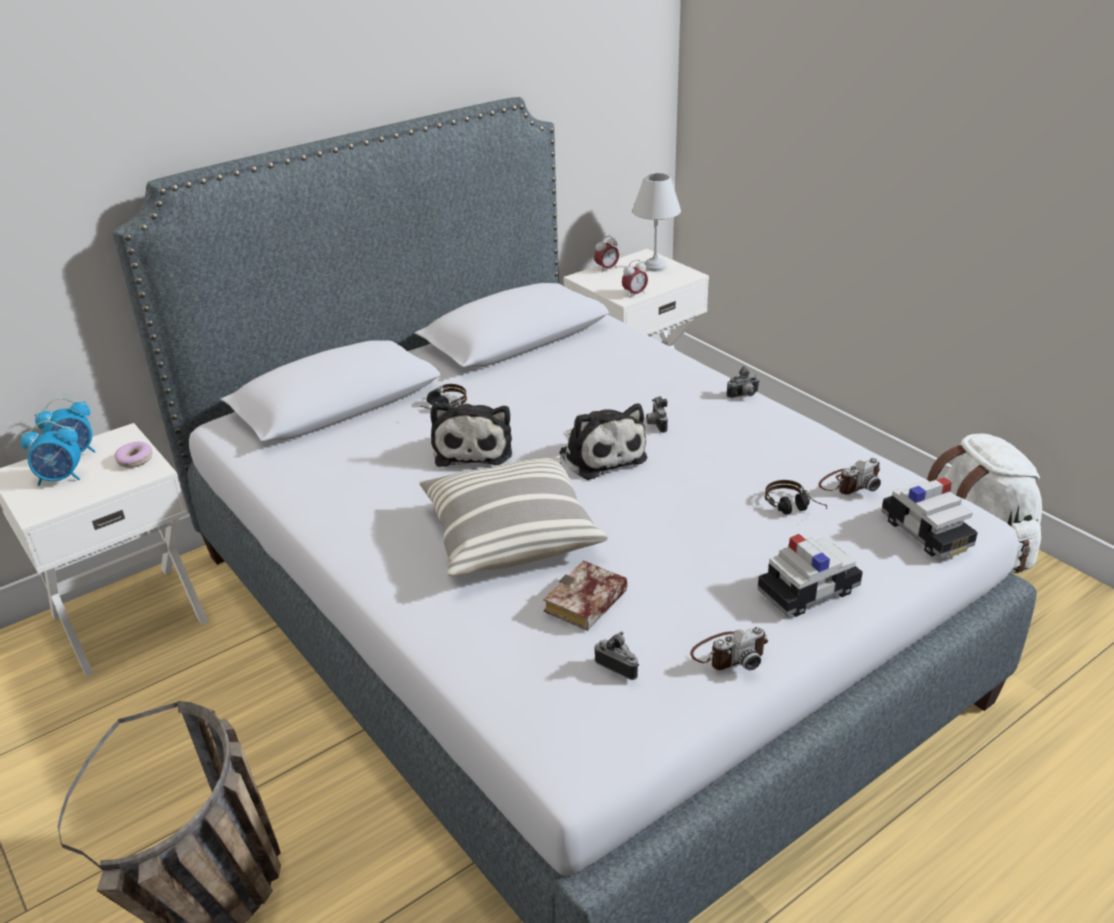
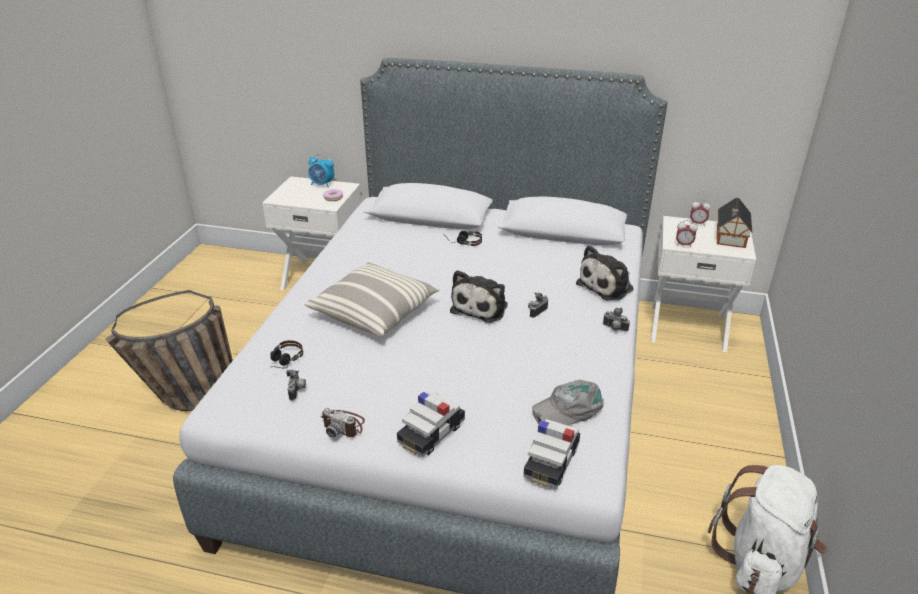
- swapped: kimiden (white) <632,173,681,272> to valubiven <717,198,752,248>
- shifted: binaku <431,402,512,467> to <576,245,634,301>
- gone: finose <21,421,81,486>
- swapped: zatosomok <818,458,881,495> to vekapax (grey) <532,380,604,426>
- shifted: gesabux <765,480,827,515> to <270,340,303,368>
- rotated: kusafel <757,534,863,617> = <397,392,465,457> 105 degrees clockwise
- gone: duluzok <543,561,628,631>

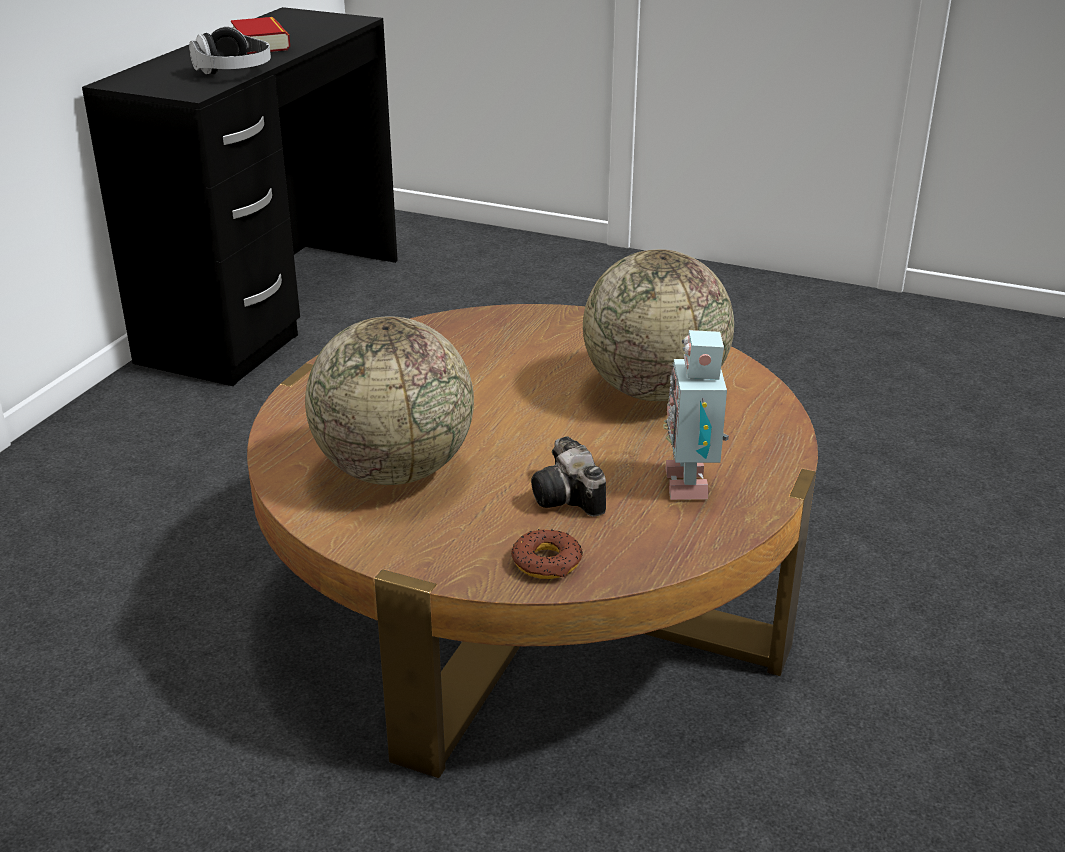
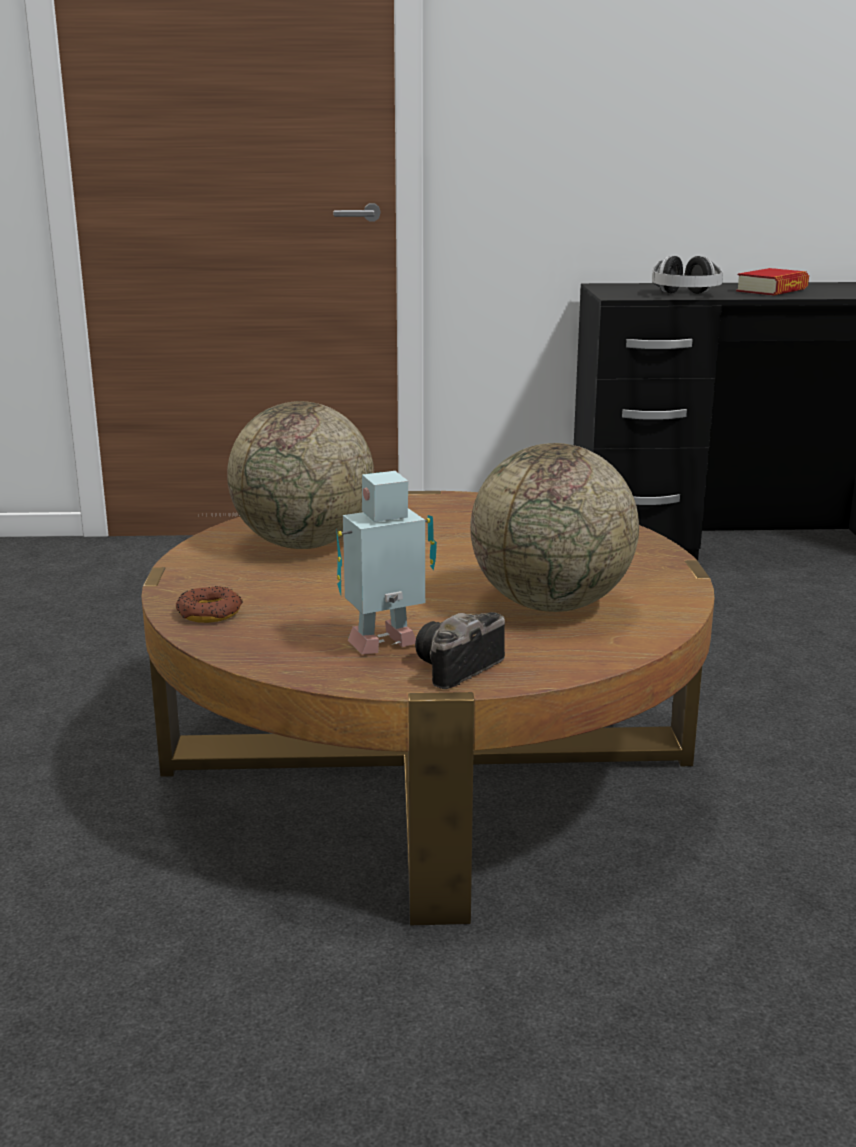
- shifted: zatosomok <531,436,606,517> to <415,612,505,689>

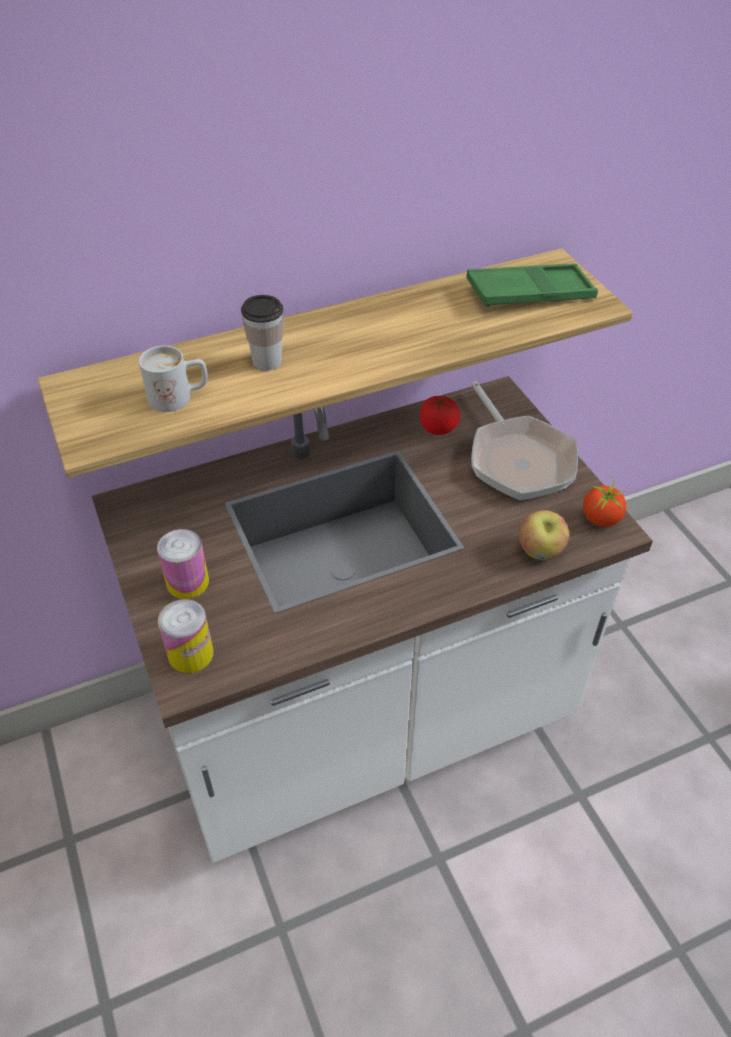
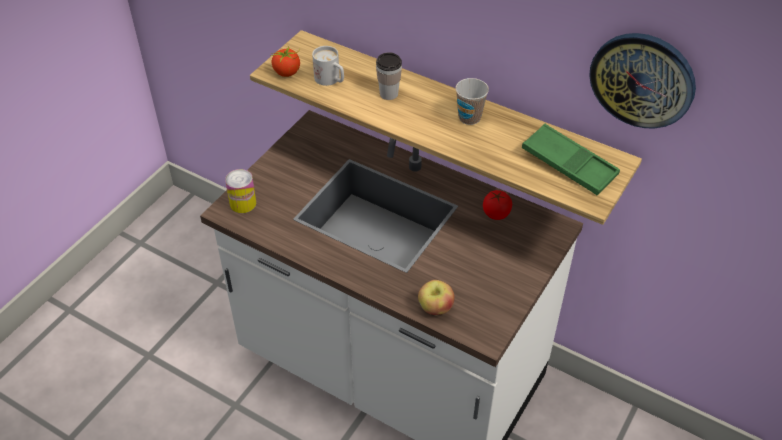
- gone: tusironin <471,382,578,500>
- shifted: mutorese <583,477,629,527> to <271,45,300,77>
- gone: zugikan <157,529,209,599>
- new: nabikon <589,33,696,128>
- new: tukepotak <455,78,489,125>

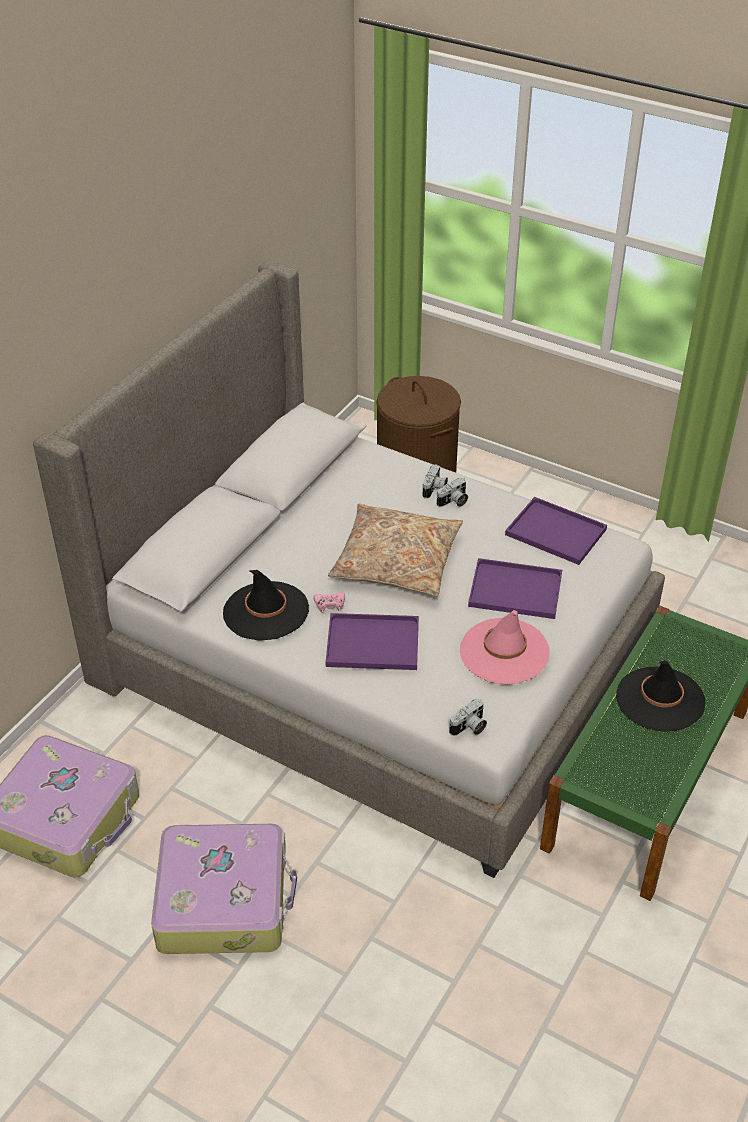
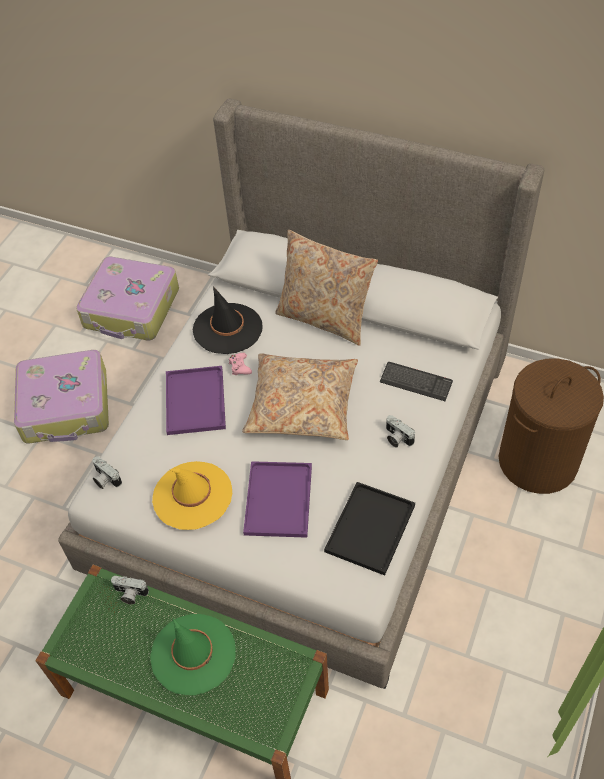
- shifted: zatosomok <423,464,448,499> to <111,576,149,604>
- repainted: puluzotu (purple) <505,497,607,565> to puluzotu (black) <324,482,415,576>
- repainted: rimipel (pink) <460,610,550,685> to rimipel (yellow) <152,461,232,530>
- repainted: rimipel (black) <616,660,705,732> to rimipel (green) <150,614,236,695>
- new: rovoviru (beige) <275,230,378,346>
- new: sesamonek <380,362,453,401>

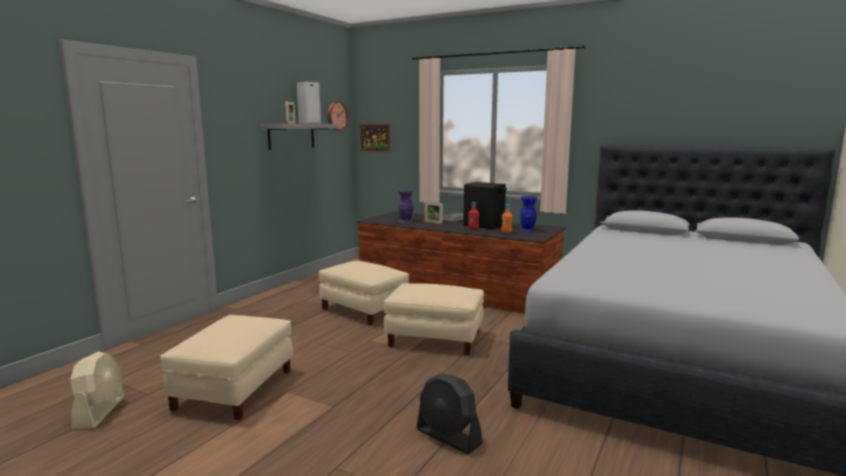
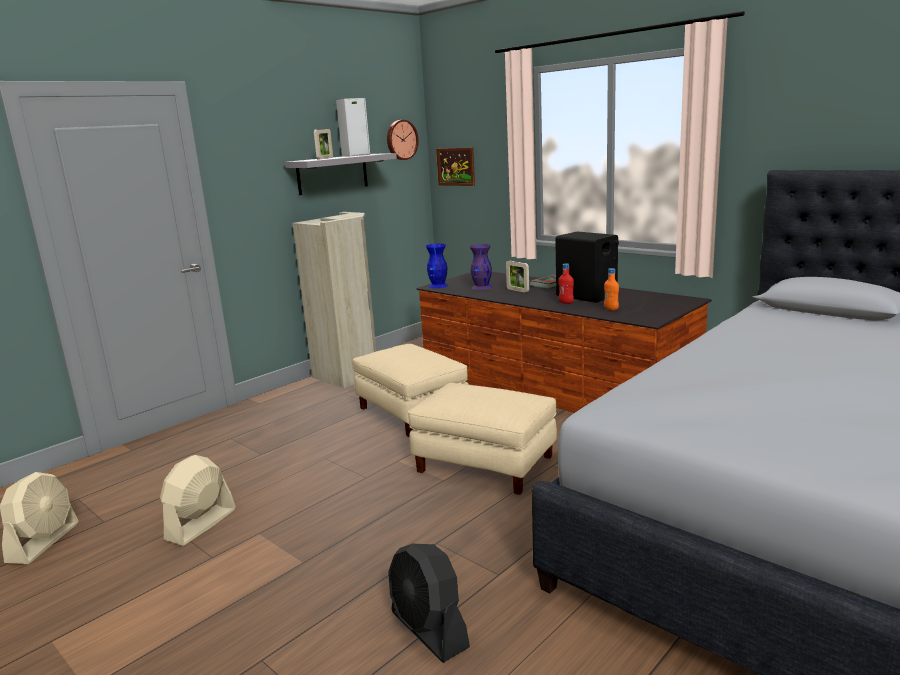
- shifted: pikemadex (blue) <520,196,537,232> to <426,244,448,288>
- swapped: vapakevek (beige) <160,315,293,420> to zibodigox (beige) <160,455,236,545>
- new: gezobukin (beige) <292,212,377,388>

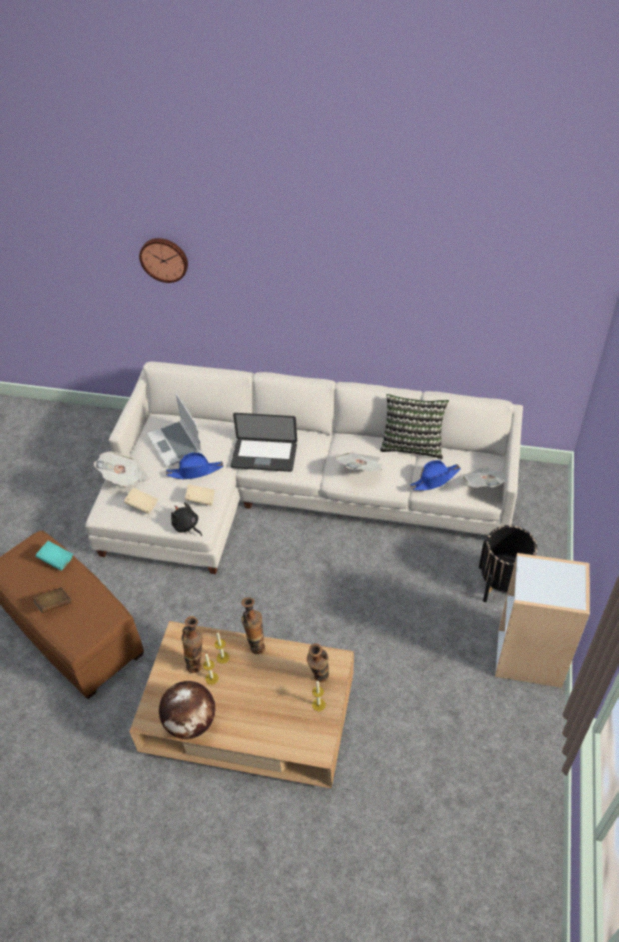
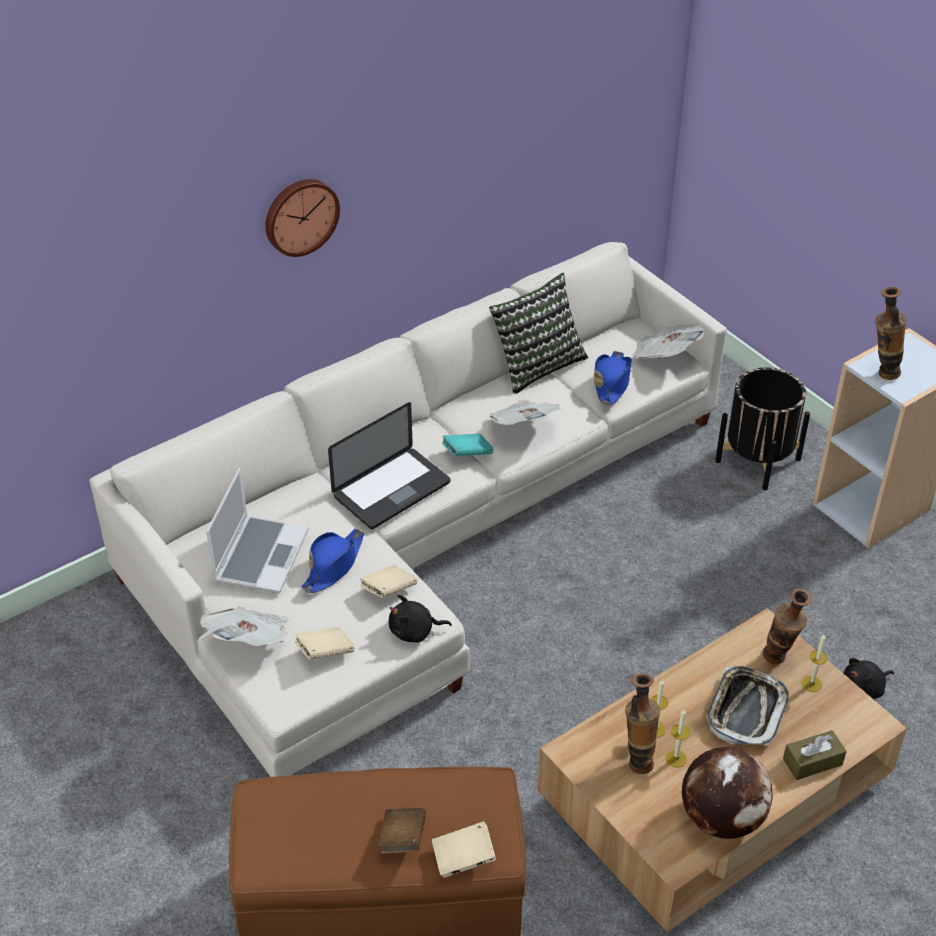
- shifted: nabikon <139,238,188,283> to <265,179,340,257>
- rotated: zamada <147,393,202,467> = <206,468,309,594> 90 degrees counterclockwise
- shifted: duluzok (turquoise) <35,541,73,571> to <442,434,493,456>
- shifted: pikemadex <241,597,265,654> to <875,287,907,380>
- new: binaku (black) <843,658,894,699>
- new: puluzotu <707,666,789,746>
- new: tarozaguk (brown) <783,730,847,780>
- new: duluzok (beige) <432,821,496,878>

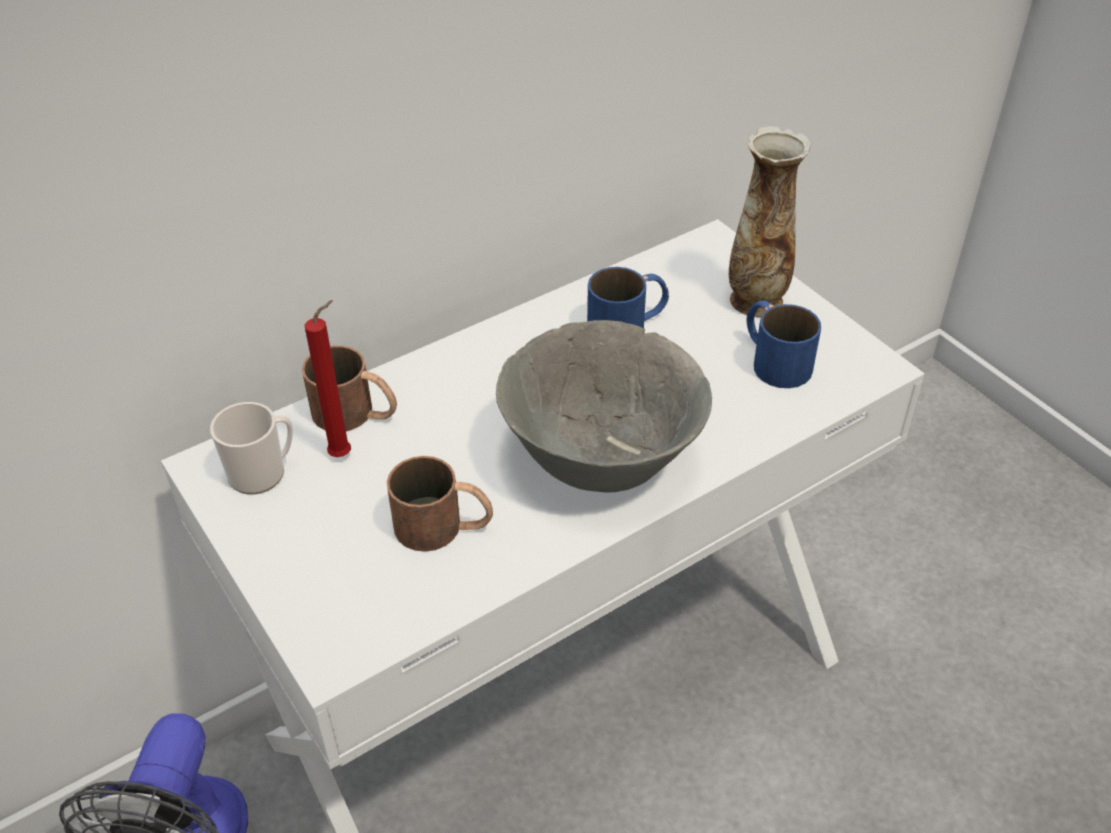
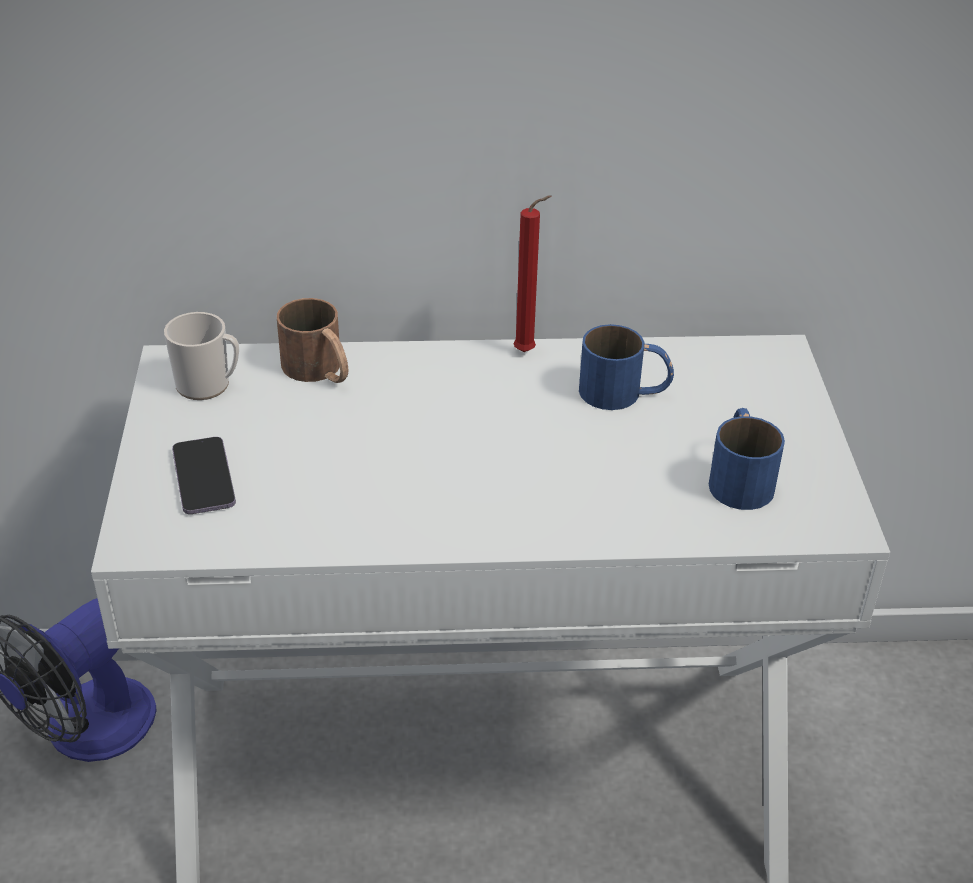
- gone: pikemadex <729,126,811,317>
- shifted: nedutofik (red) <305,300,351,457> to <514,195,551,352>
- gone: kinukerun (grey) <496,320,712,493>
- gone: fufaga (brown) <387,456,493,552>
- new: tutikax <172,437,236,514>

